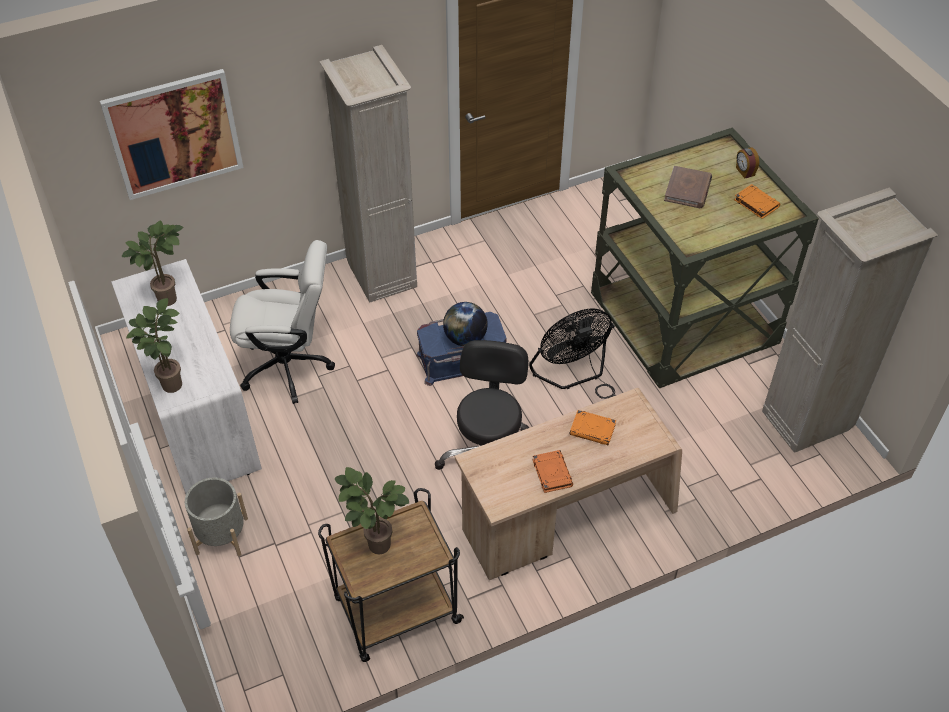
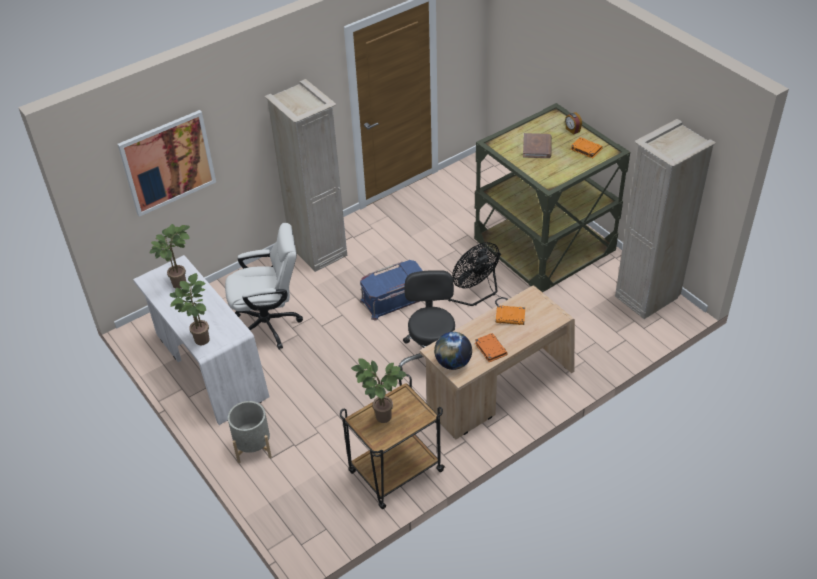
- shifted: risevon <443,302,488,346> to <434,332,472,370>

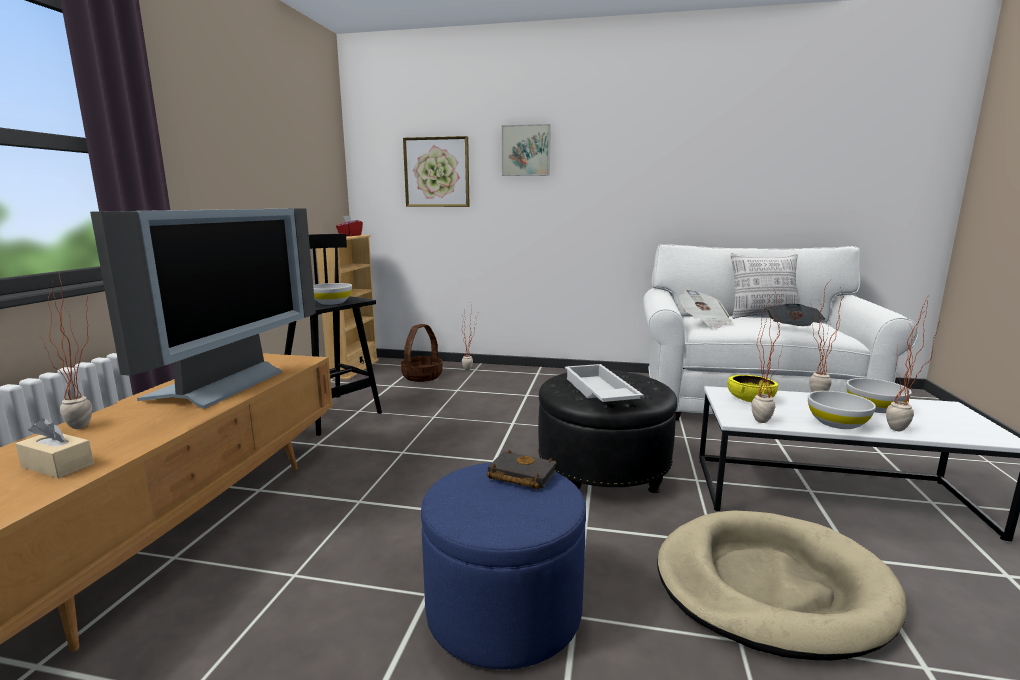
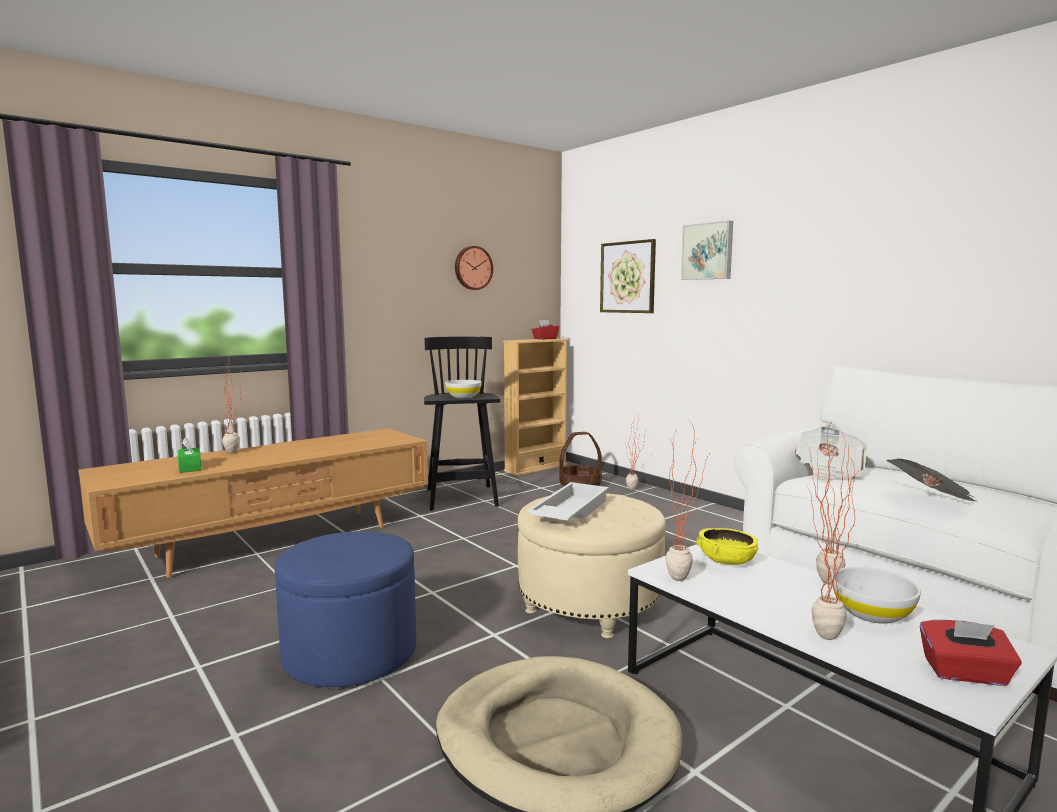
- gone: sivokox <90,208,316,409>
- gone: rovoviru <731,253,798,319>
- repainted: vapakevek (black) <538,370,677,493> to vapakevek (beige) <518,493,666,638>
- gone: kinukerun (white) <808,391,876,429>
- repainted: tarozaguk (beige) <16,418,94,479> to tarozaguk (green) <178,437,201,473>
- gone: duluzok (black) <487,450,557,490>
- new: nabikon <455,246,493,290>
- new: tarozaguk (red) <920,620,1022,686>

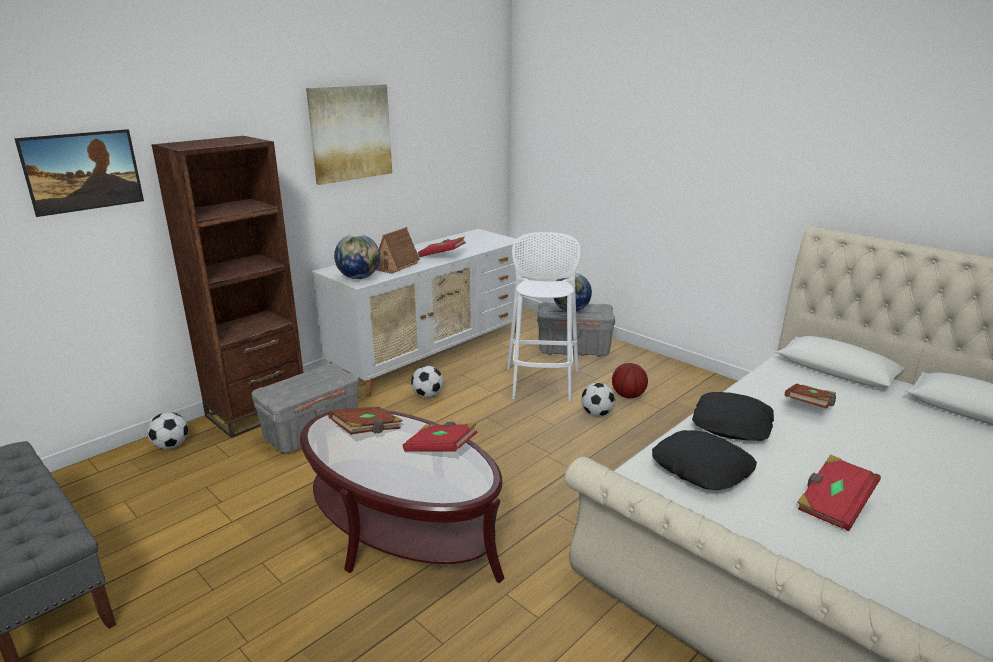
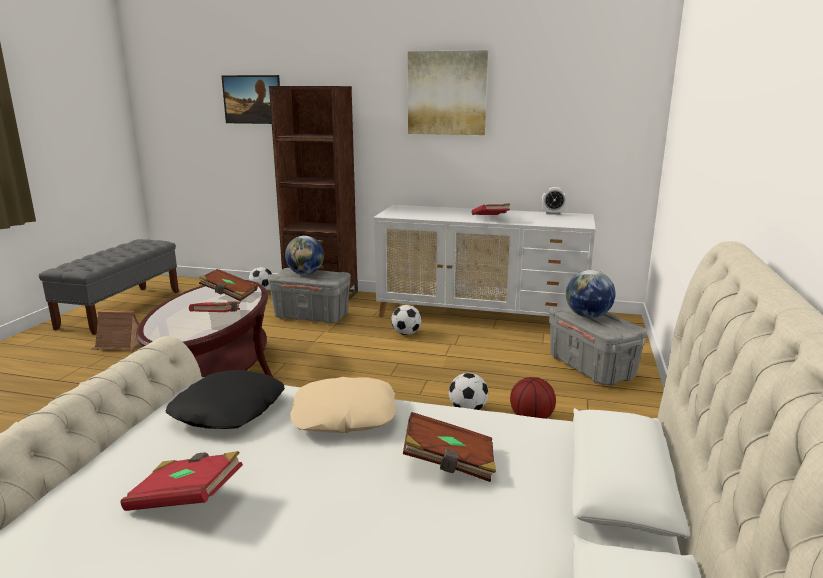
- shifted: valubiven <376,227,420,274> to <90,311,139,350>
- gone: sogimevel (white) <507,232,581,402>
- shifted: risevon <334,234,380,279> to <285,236,324,275>
- repainted: rovoviru (black) <692,392,774,441> to rovoviru (beige) <290,377,397,433>
- new: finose <542,187,567,215>

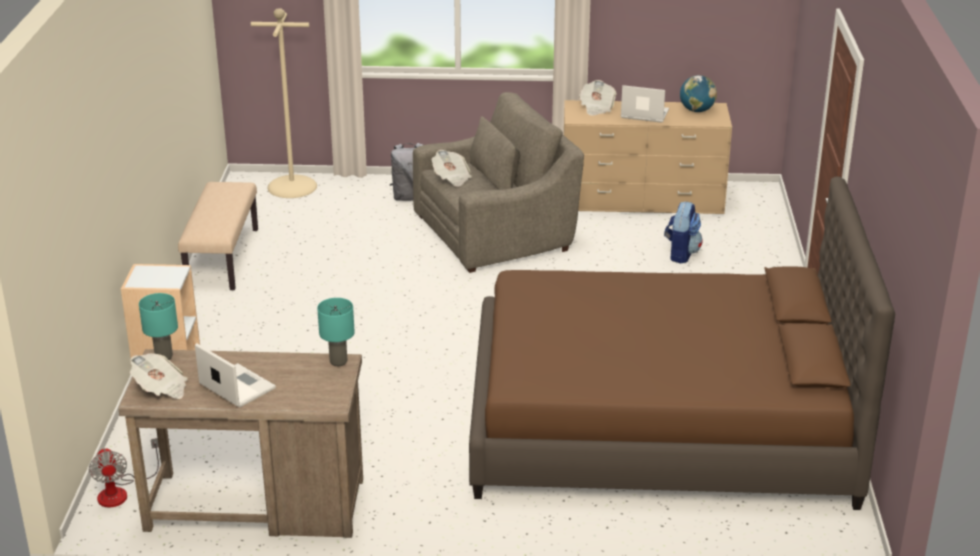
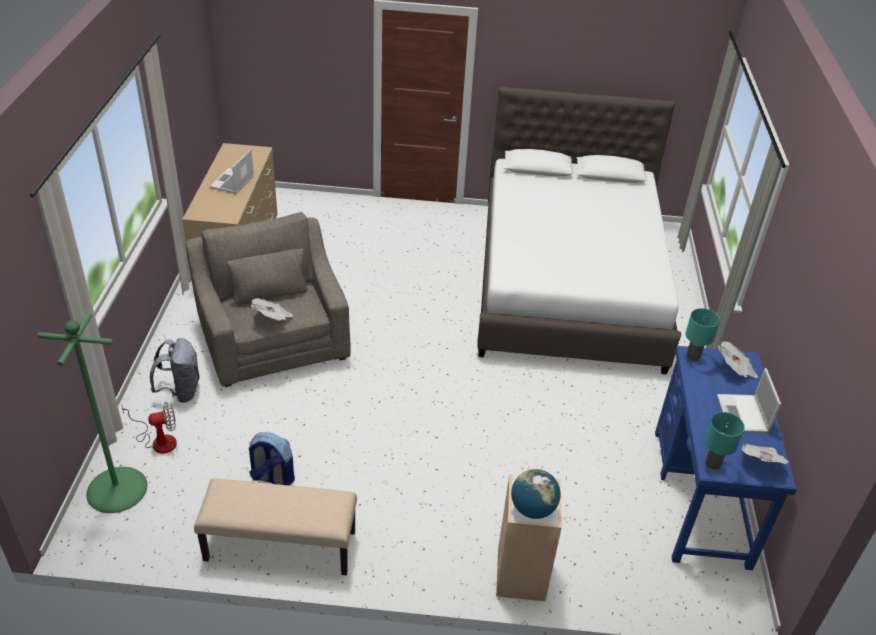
- repainted: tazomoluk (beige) <251,8,317,198> to tazomoluk (green) <37,312,147,513>
- shifted: risevon <680,75,717,112> to <511,469,561,519>
- shifted: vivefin <579,80,617,116> to <718,341,758,378>
- repainted: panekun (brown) <469,176,895,510> to panekun (white) <478,86,681,374>
- shifted: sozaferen <664,201,703,263> to <248,432,295,485>
- rotated: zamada <195,343,276,407> = <717,368,781,433> 45 degrees counterclockwise
- repainted: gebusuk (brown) <118,349,363,538> to gebusuk (blue) <655,346,796,570>
- shifted: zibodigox <88,438,159,507> to <122,402,177,453>

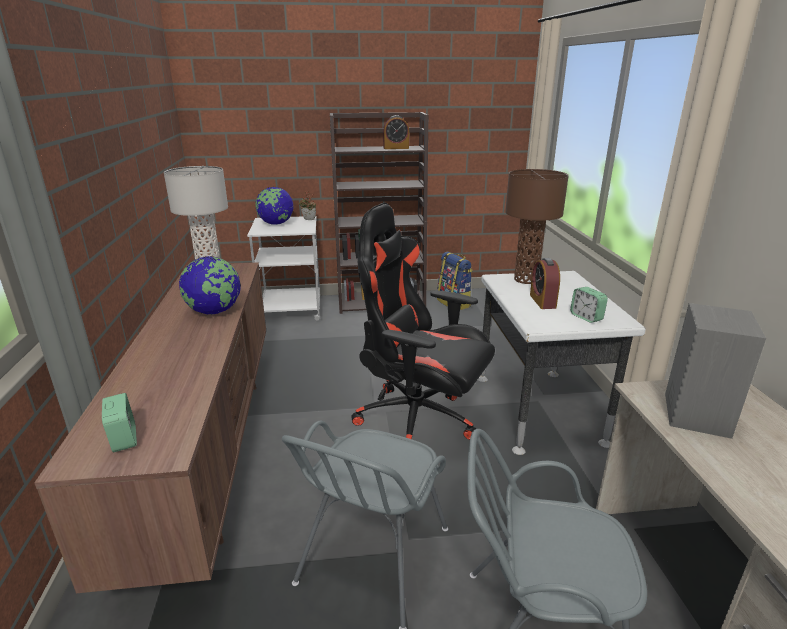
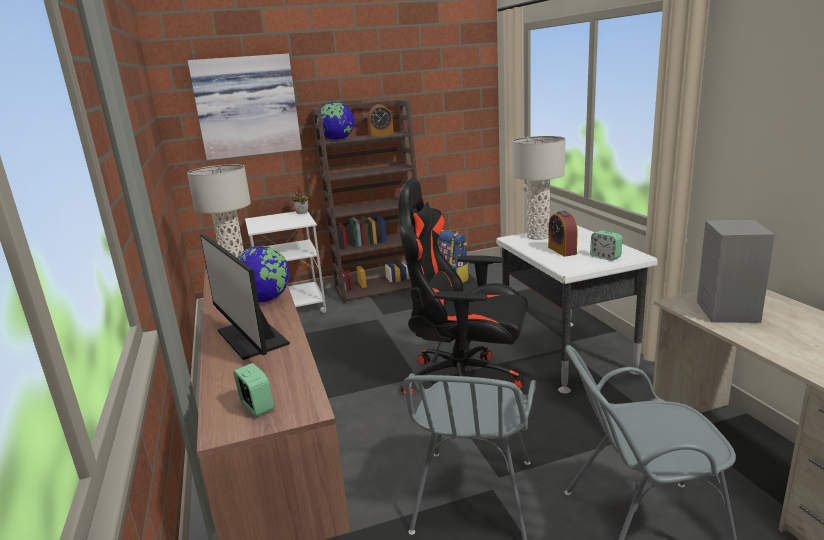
- repainted: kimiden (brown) <505,169,569,284> to kimiden (white) <512,136,565,240>
- shifted: risevon <256,187,294,225> to <317,102,354,140>
- new: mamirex <188,54,302,160>
- new: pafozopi <200,234,290,360>

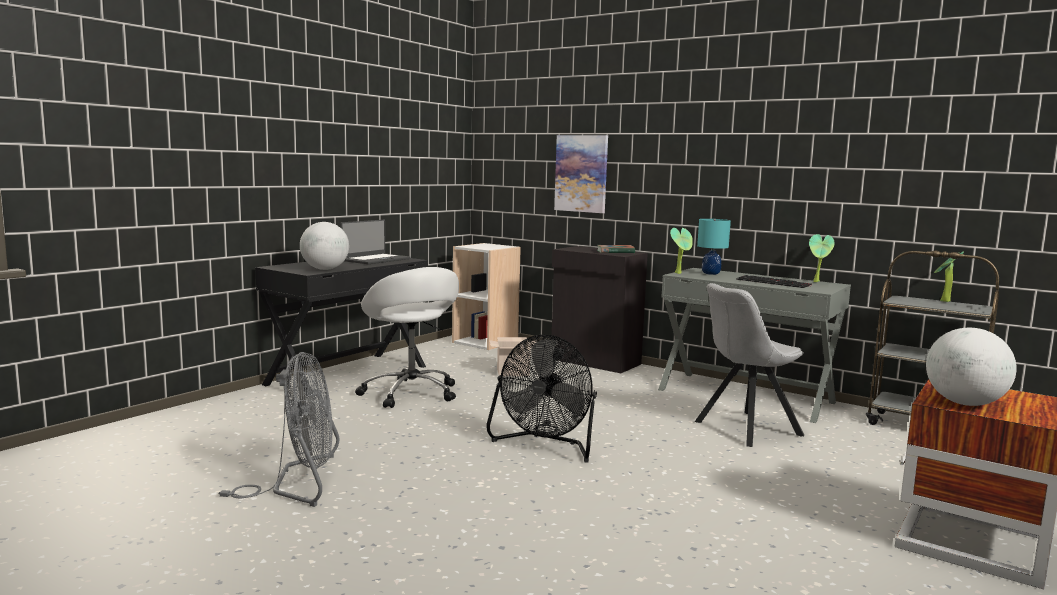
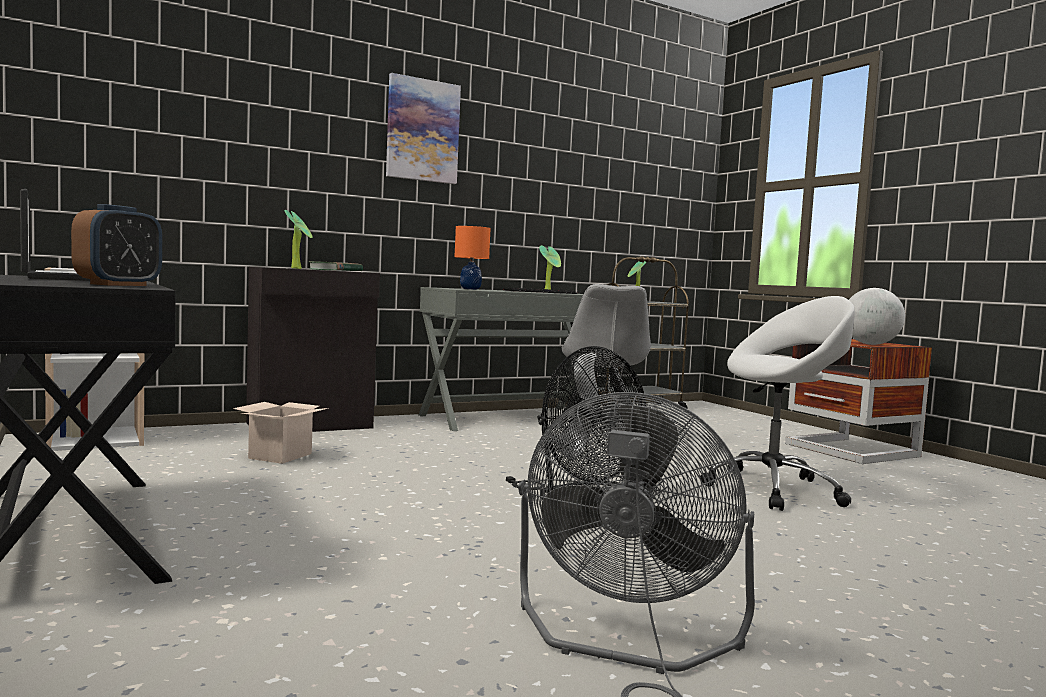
- shifted: mamirex <554,135,608,213> to <386,73,461,184>
- repainted: kimiden (turquoise) <697,219,731,275> to kimiden (orange) <455,226,491,290>
- swapped: risevon <300,222,349,270> to finose <71,204,162,286>
- shifted: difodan <670,228,693,274> to <285,210,312,269>
- shifted: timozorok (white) <355,267,459,408> to <700,296,855,511>

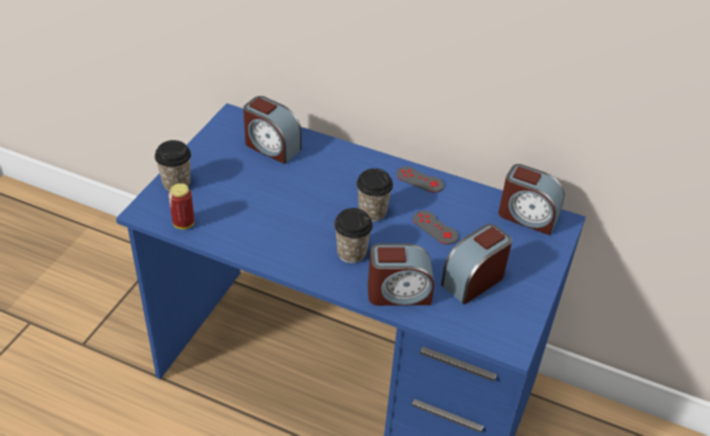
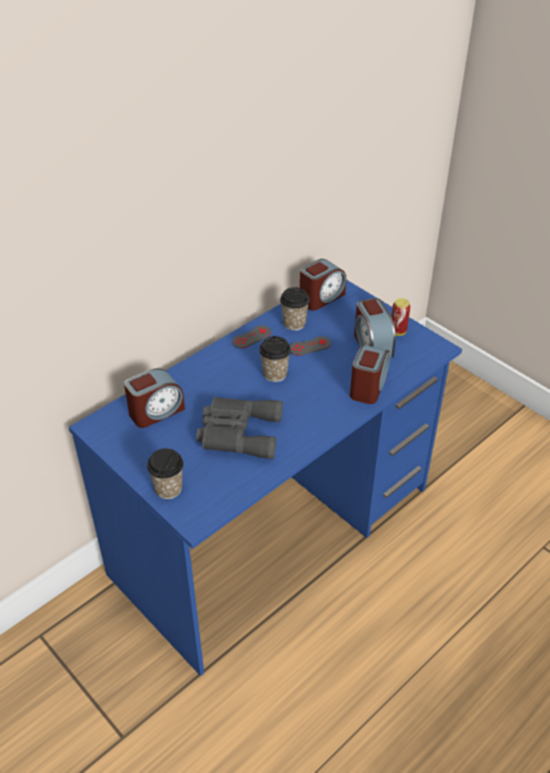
- shifted: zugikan <168,183,194,229> to <391,298,410,336>
- shifted: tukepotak <334,208,373,263> to <280,287,310,331>
- new: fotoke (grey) <196,397,283,459>

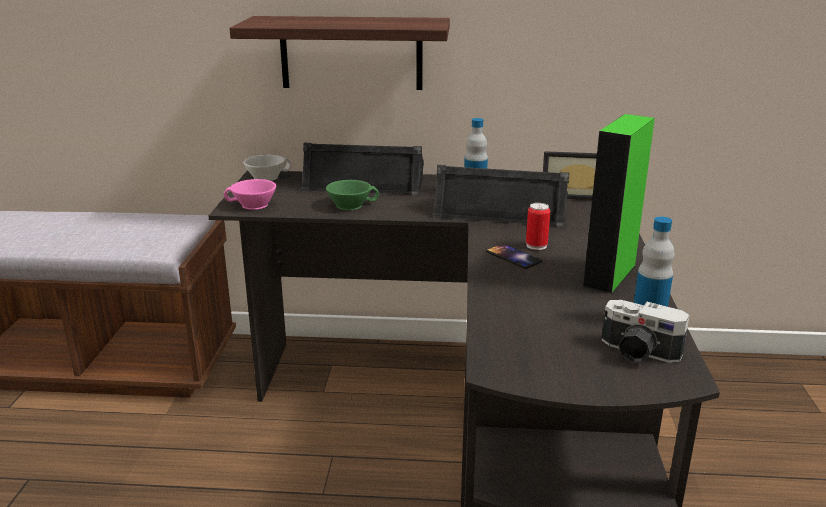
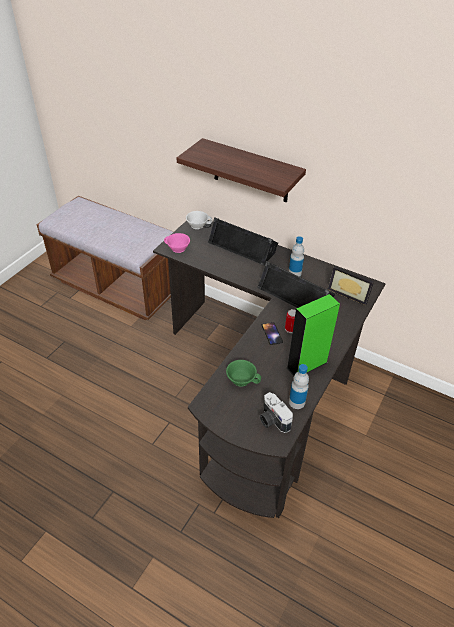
- shifted: tukepotak (green) <326,180,379,210> to <226,360,261,386>

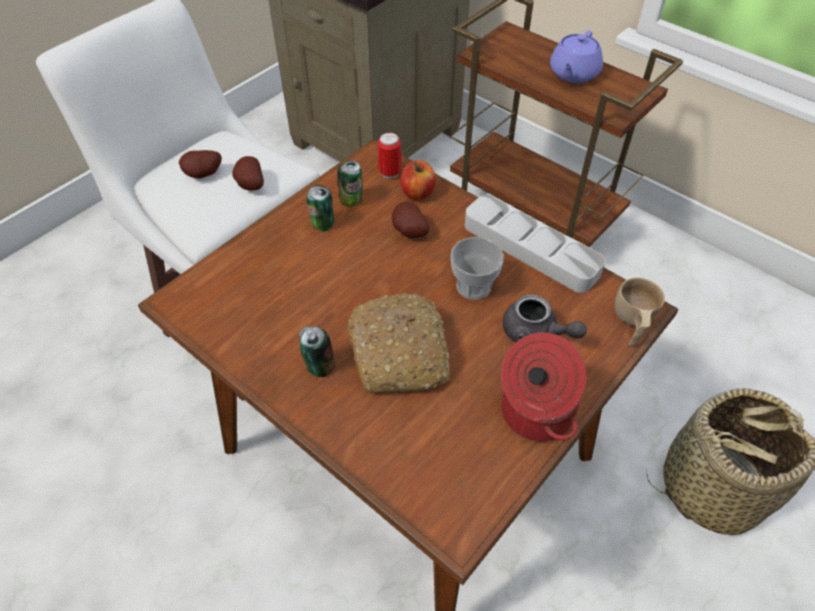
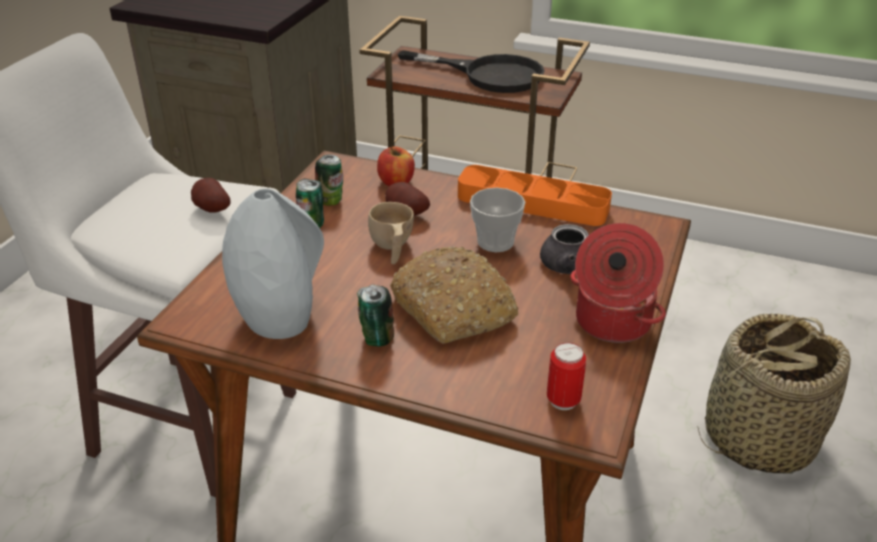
- swapped: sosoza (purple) <550,31,603,83> to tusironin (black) <398,50,545,93>
- shifted: zugikan <378,132,401,179> to <547,342,586,410>
- gone: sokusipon <179,150,222,178>
- repainted: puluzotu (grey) <465,195,605,293> to puluzotu (orange) <458,165,612,226>
- shifted: tukepotak (beige) <615,277,665,346> to <368,202,414,264>
- new: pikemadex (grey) <222,189,324,339>

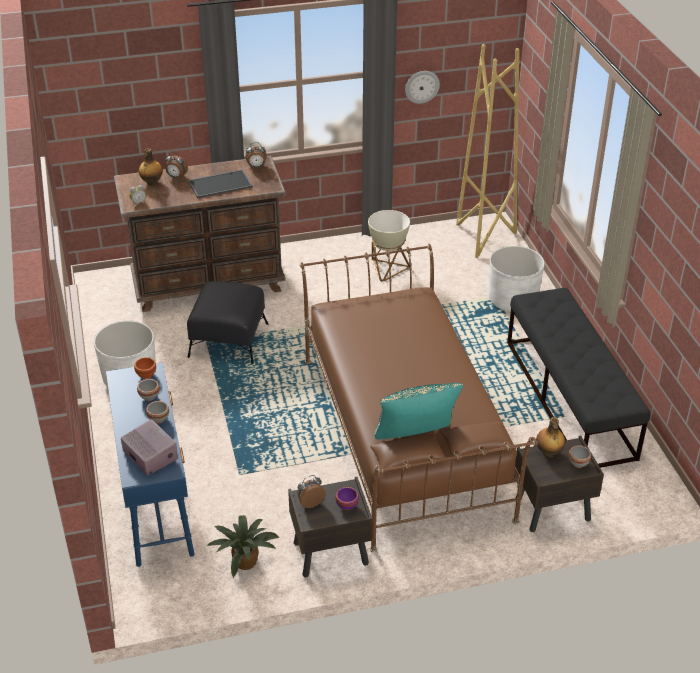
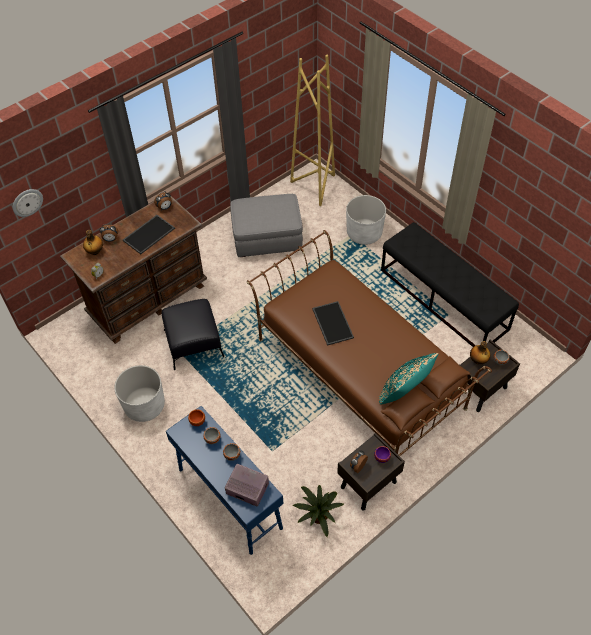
- shifted: nabikon <405,71,440,104> to <13,189,43,217>
- swapped: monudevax <368,210,410,282> to vapakevek (grey) <230,194,303,257>
- new: puluzotu <312,301,354,346>

